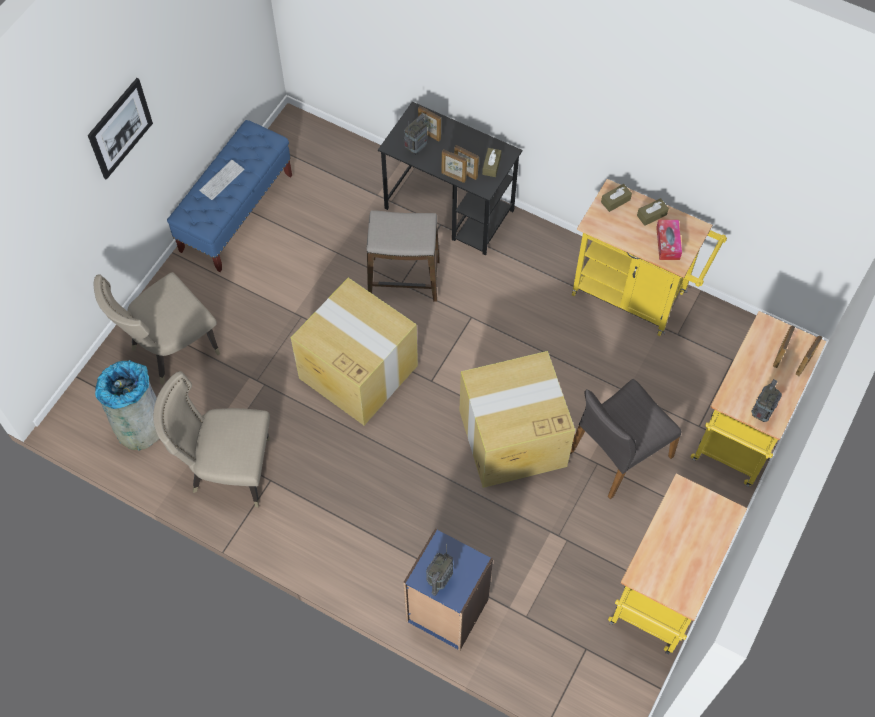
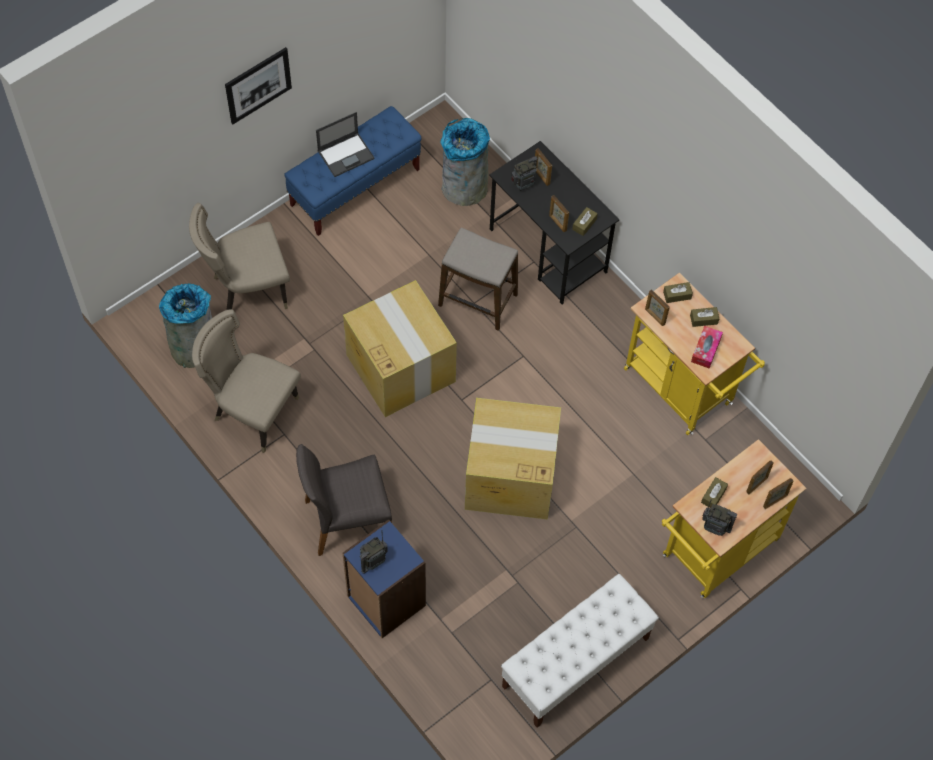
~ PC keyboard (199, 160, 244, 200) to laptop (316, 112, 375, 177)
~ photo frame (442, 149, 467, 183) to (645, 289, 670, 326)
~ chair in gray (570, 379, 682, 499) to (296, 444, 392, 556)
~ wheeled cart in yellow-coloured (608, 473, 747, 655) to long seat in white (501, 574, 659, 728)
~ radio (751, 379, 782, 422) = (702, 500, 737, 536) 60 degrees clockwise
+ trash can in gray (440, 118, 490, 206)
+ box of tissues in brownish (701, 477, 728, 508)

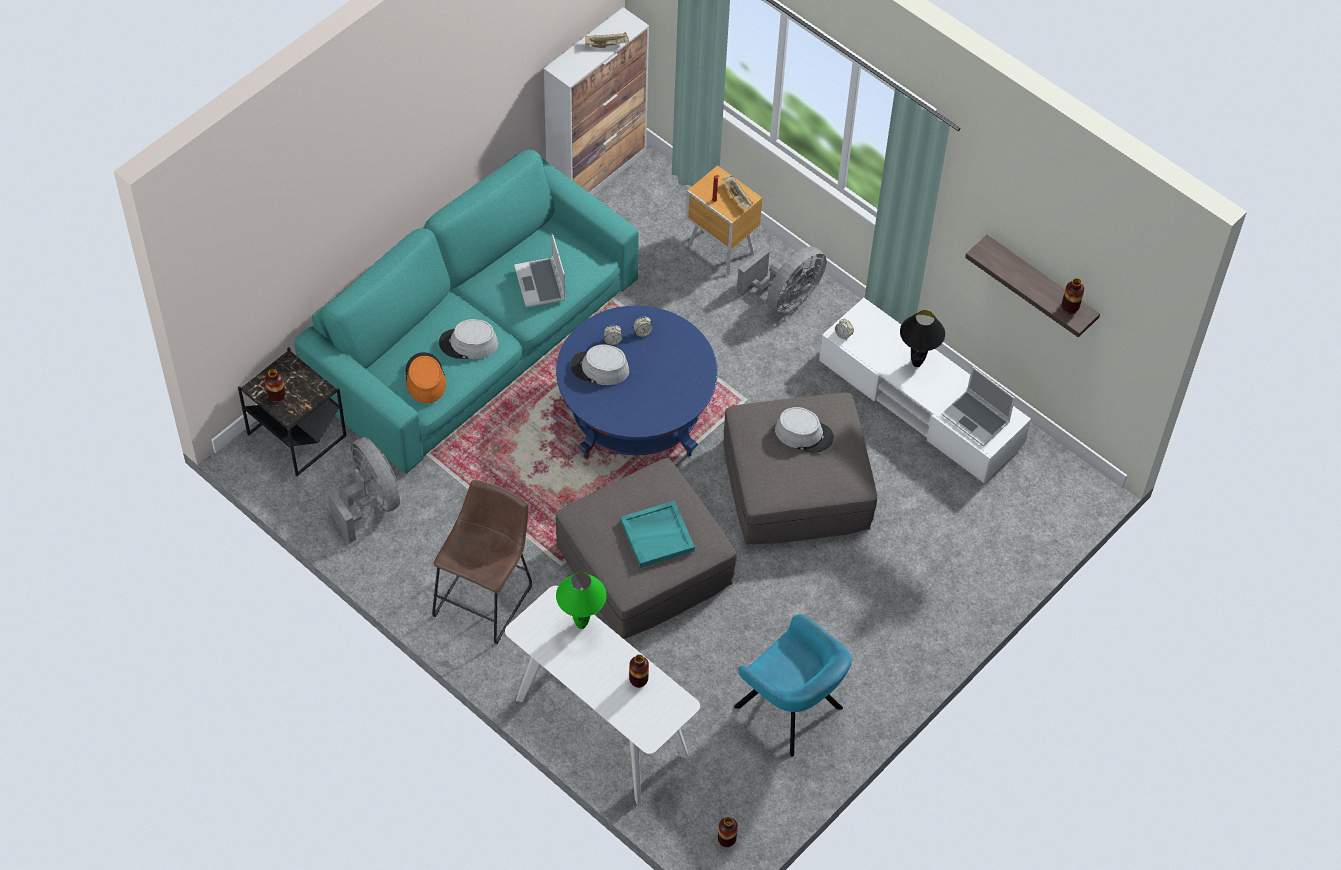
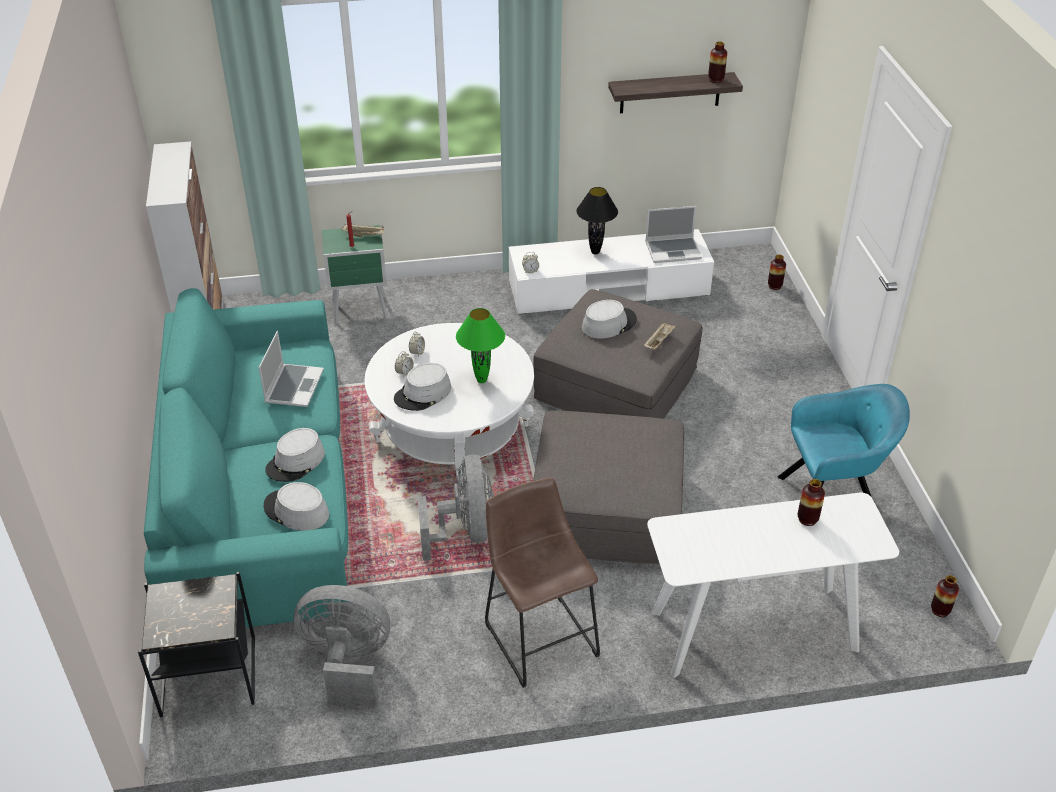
~ flower vase (265, 369, 285, 403) to (768, 254, 786, 290)
~ wearable hat in orange (405, 352, 446, 403) to wearable hat in gray (264, 482, 329, 531)
~ laptop (514, 233, 565, 307) = (258, 331, 324, 407) 105 degrees counterclockwise
~ lounge table in blue (556, 305, 718, 458) to lounge table in white (364, 323, 534, 485)
~ table lamp in greenish (556, 572, 607, 629) to (456, 308, 505, 383)
~ tray in beige-coloured (585, 32, 629, 48) to (644, 322, 676, 350)
- tray in blue-green (620, 501, 695, 568)
~ bedside table in brownish (686, 165, 762, 276) to bedside table in greenish (322, 225, 388, 324)
~ electric fan in gray (737, 247, 827, 313) to (417, 455, 494, 561)

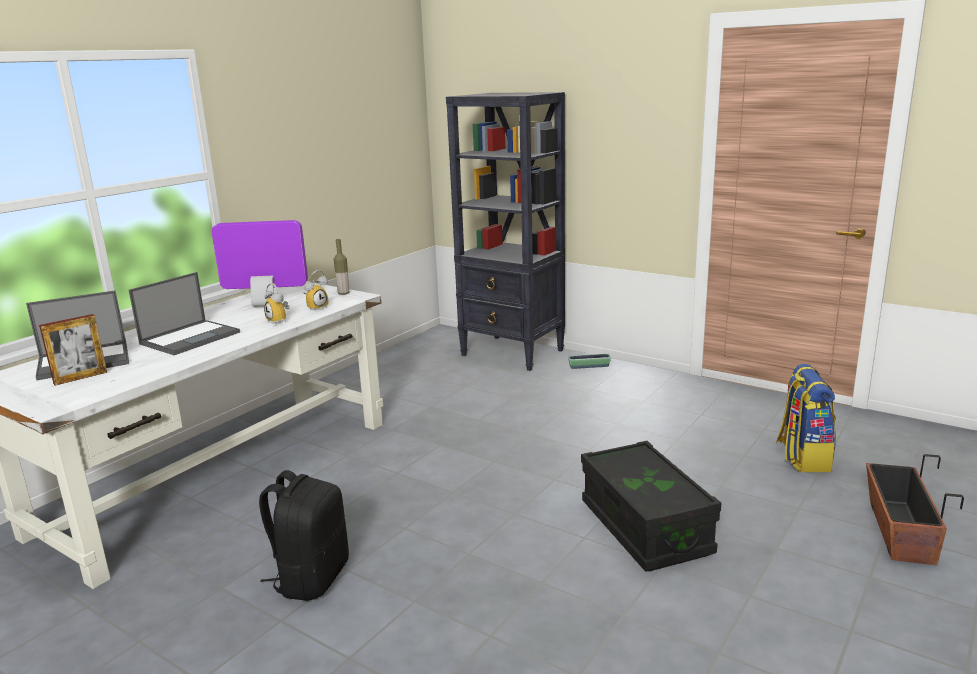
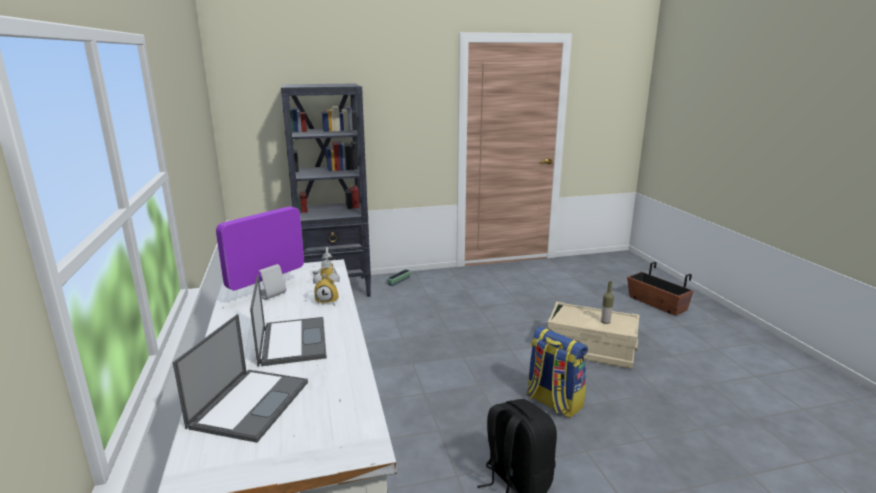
- photo frame (39, 314, 107, 386)
~ bottle (334, 239, 349, 295) to (601, 281, 614, 324)
~ storage bin in blackish (581, 441, 721, 572) to storage bin in beige-coloured (547, 302, 640, 369)
~ knapsack (776, 364, 836, 472) to (527, 326, 588, 418)

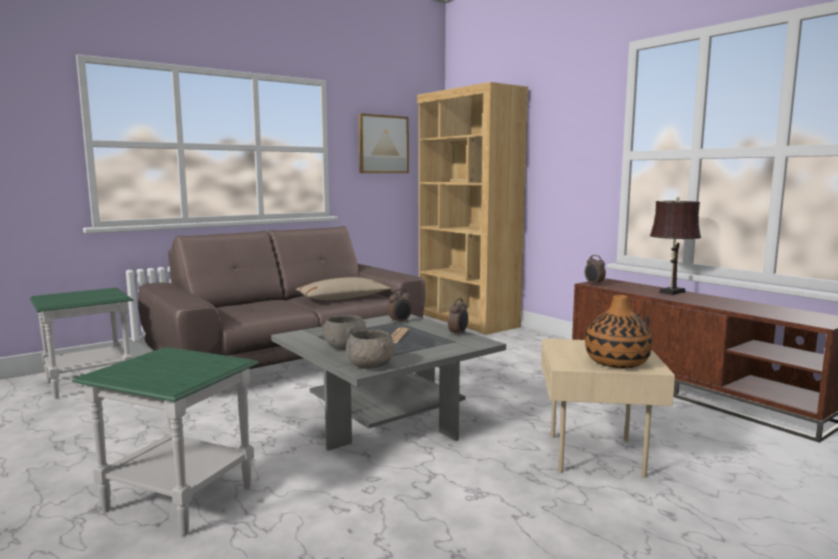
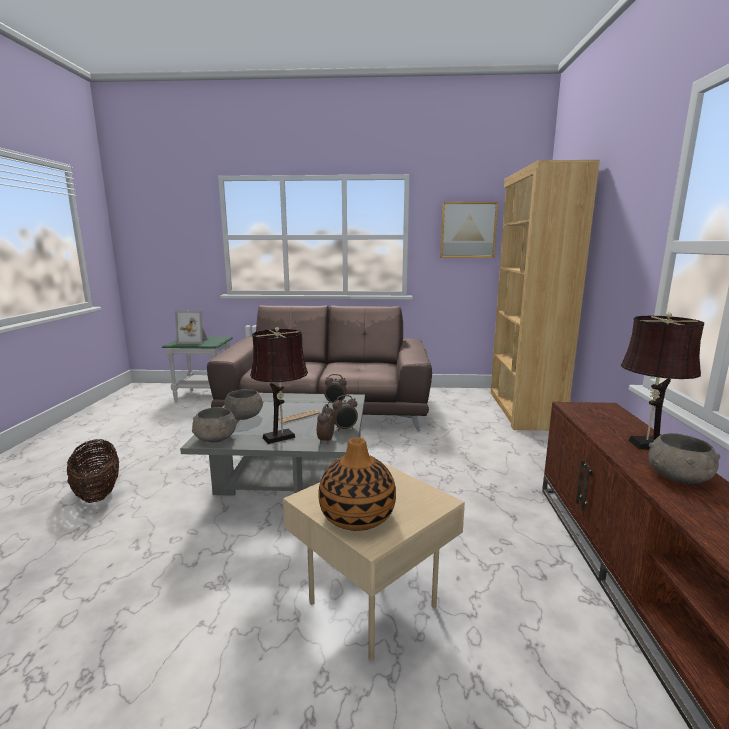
~ end table in greenish (72, 347, 259, 536) to storage basket (67, 439, 119, 503)
- throw pillow in beige-coloured (296, 277, 391, 300)
~ alarm clock (585, 255, 606, 285) to (317, 404, 334, 444)
+ photo frame (175, 311, 208, 344)
+ table lamp in brownish (250, 327, 308, 444)
+ serving bowl in gray (648, 433, 720, 484)

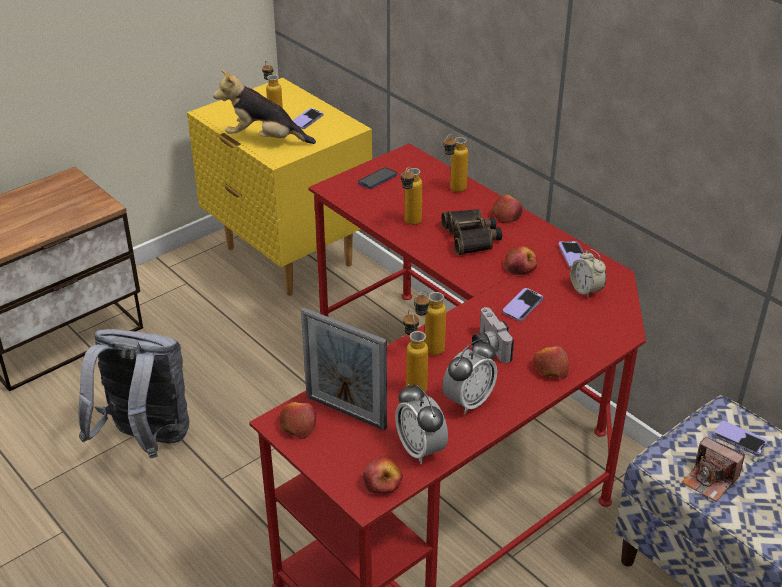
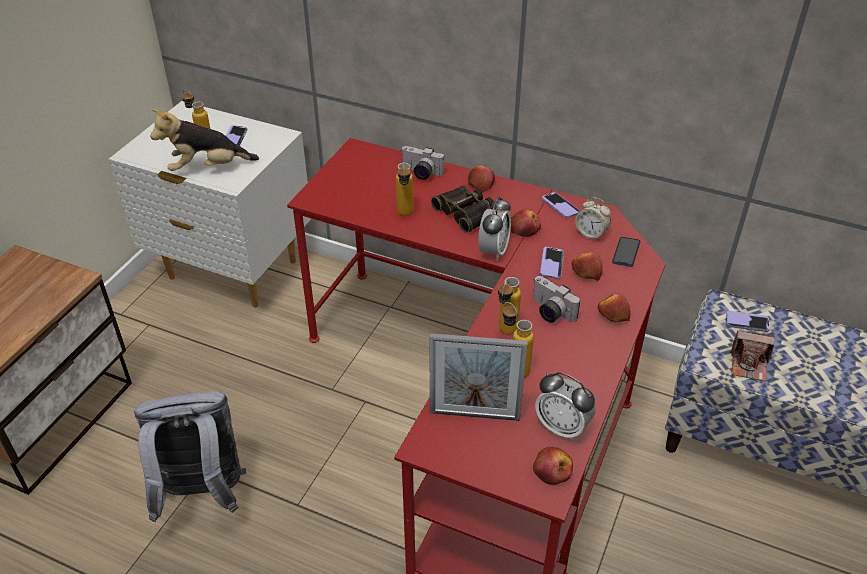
~ bedside table in yellow-coloured (187, 78, 372, 296) to bedside table in white (108, 101, 312, 307)
~ apple fruit (280, 402, 316, 439) to (571, 252, 603, 281)
~ telephone (358, 167, 398, 189) to (612, 237, 640, 267)
~ alarm clock (442, 339, 497, 414) to (478, 197, 511, 261)
~ bottle (443, 134, 469, 192) to photo camera (401, 146, 444, 180)

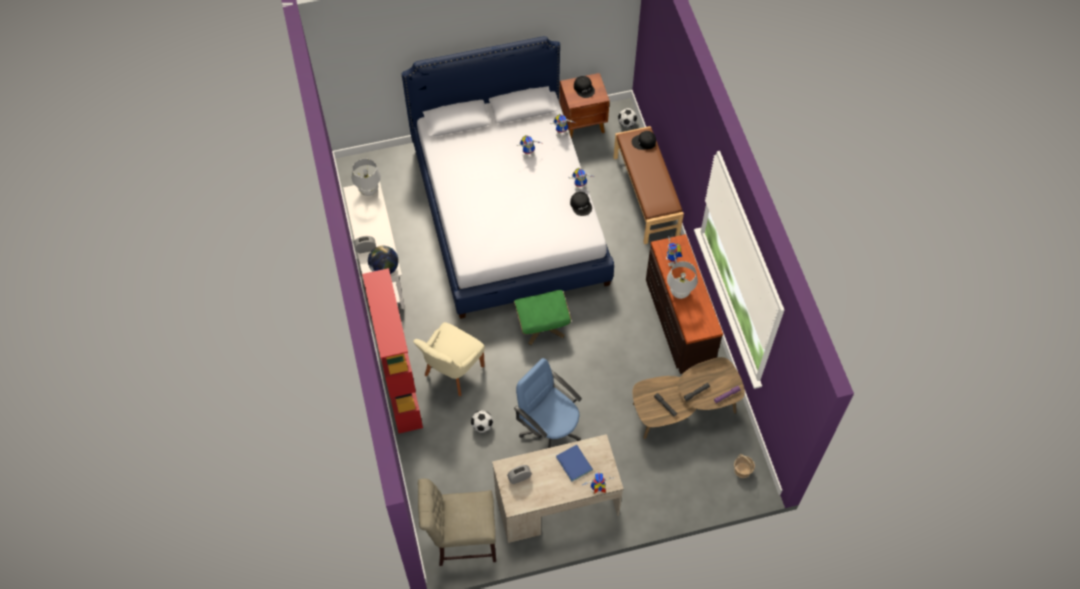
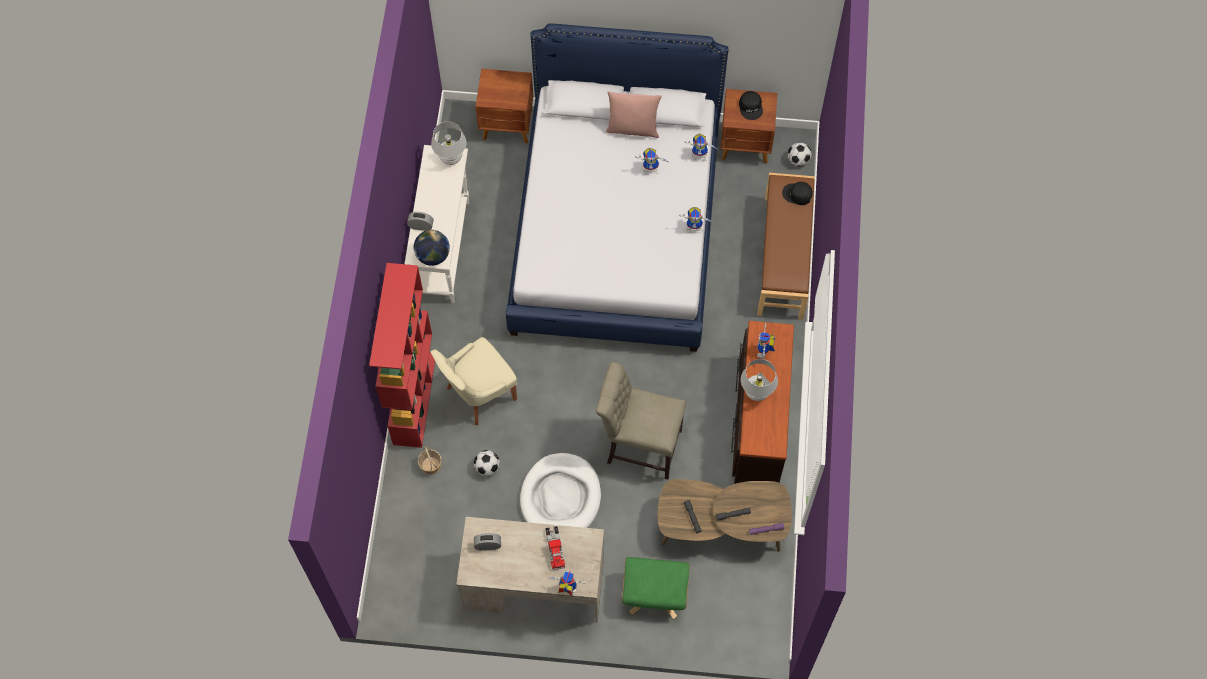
~ chair in beige-coloured (418, 478, 496, 566) to (596, 362, 686, 480)
~ ottoman in greenish (514, 290, 571, 345) to (622, 557, 690, 619)
~ computer chair in blue (514, 358, 582, 448) to pet bed in white (520, 453, 601, 528)
~ volume in blue (556, 445, 593, 481) to toy lorry (545, 526, 565, 570)
- cap in blackish (570, 192, 592, 216)
~ storage basket (734, 454, 755, 478) to (418, 446, 442, 475)
+ bedside table in brownish (476, 69, 533, 144)
+ throw pillow in pink (606, 91, 662, 138)

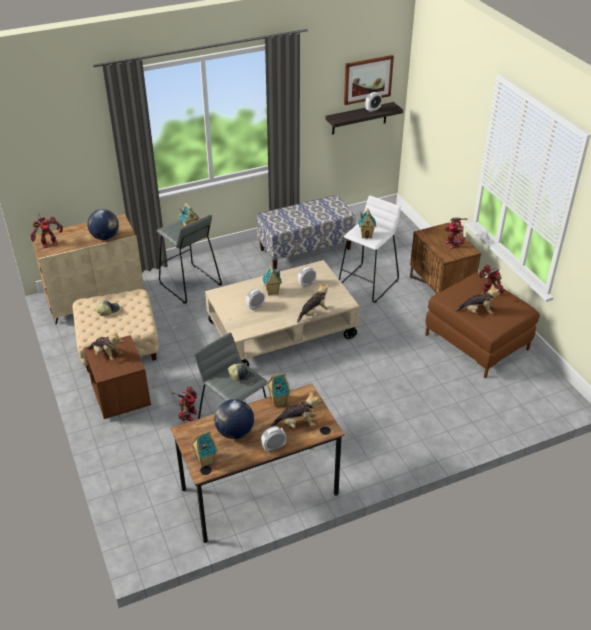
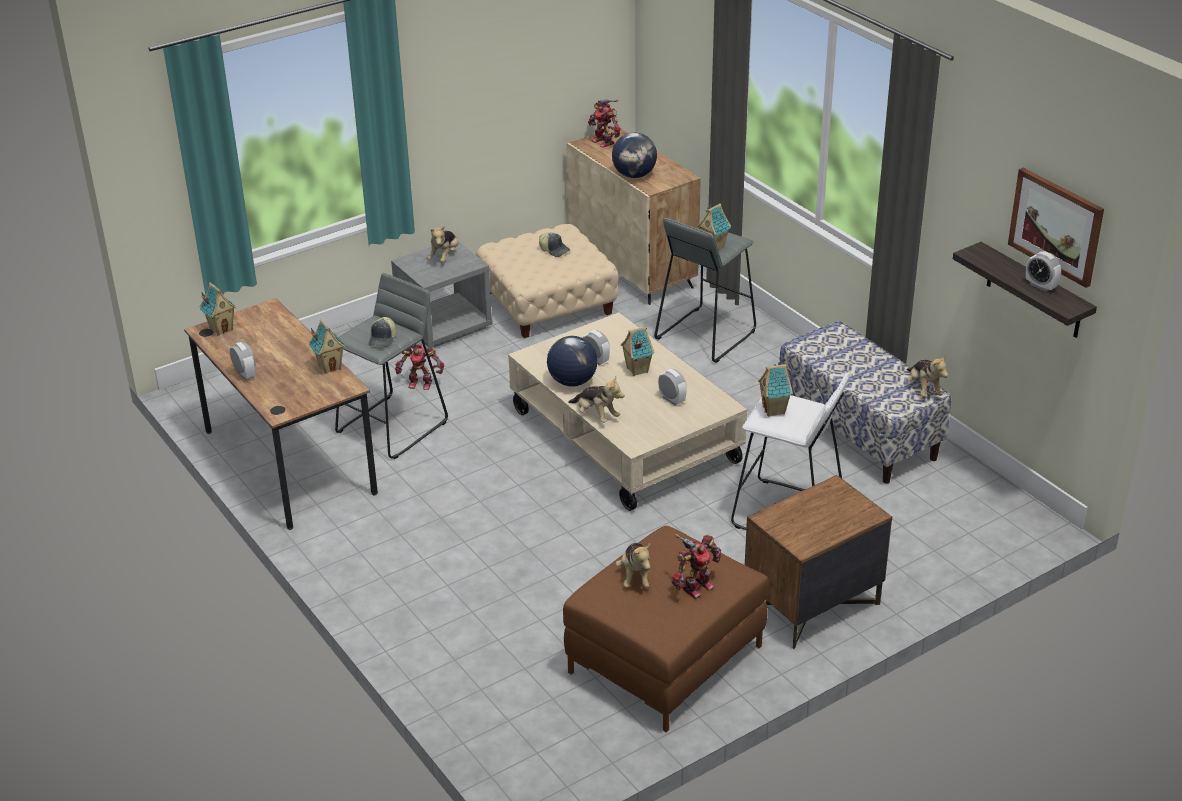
~ bedside table in brownish (84, 335, 151, 419) to bedside table in gray (391, 241, 493, 348)
~ desk globe (214, 399, 254, 439) to (547, 336, 598, 387)
~ soft toy (271, 391, 321, 428) to (906, 355, 948, 396)
- model robot (445, 218, 467, 249)

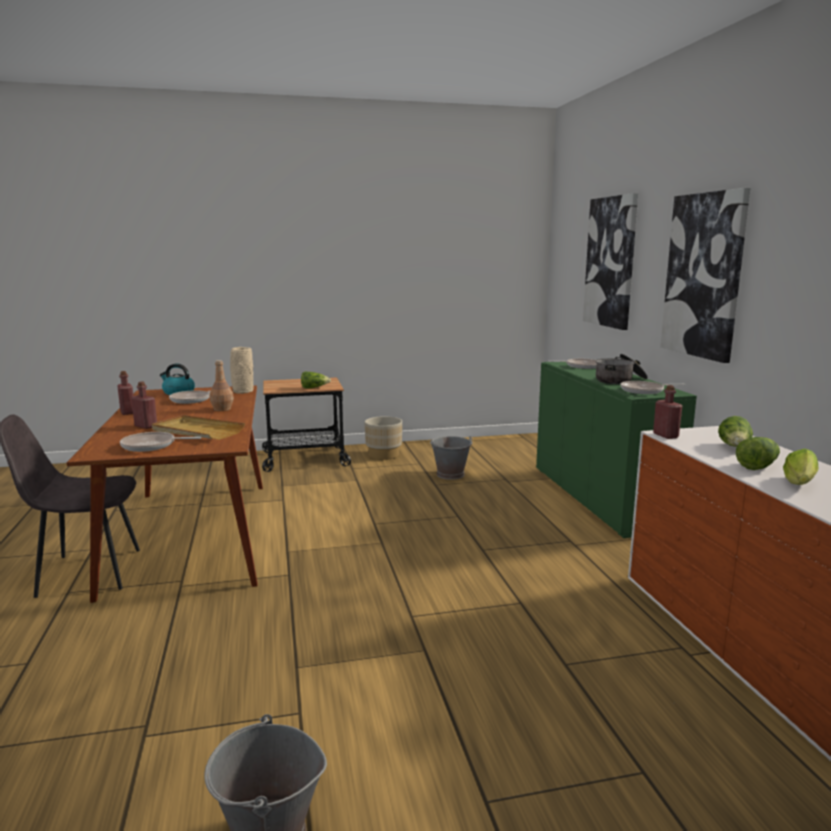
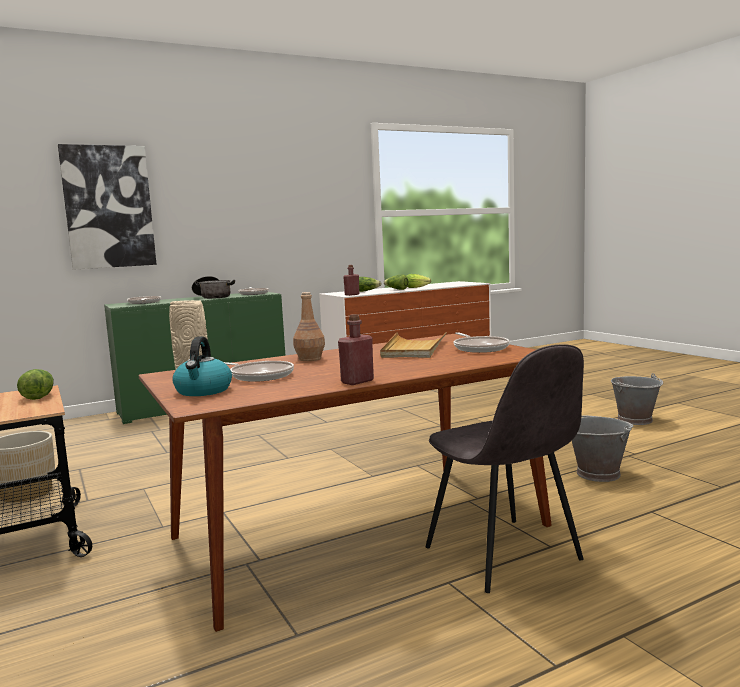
- bottle in red (131, 381, 157, 429)
~ bucket in gray (430, 436, 473, 480) to (572, 416, 633, 482)
- wall art (660, 188, 751, 363)

